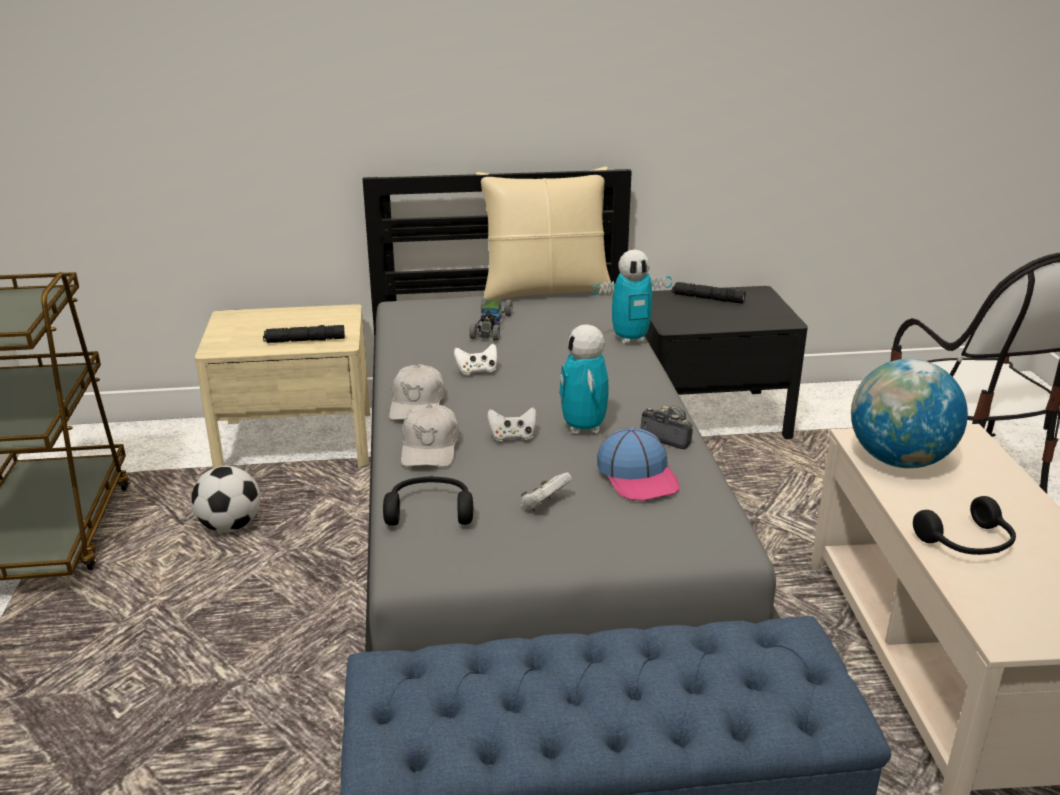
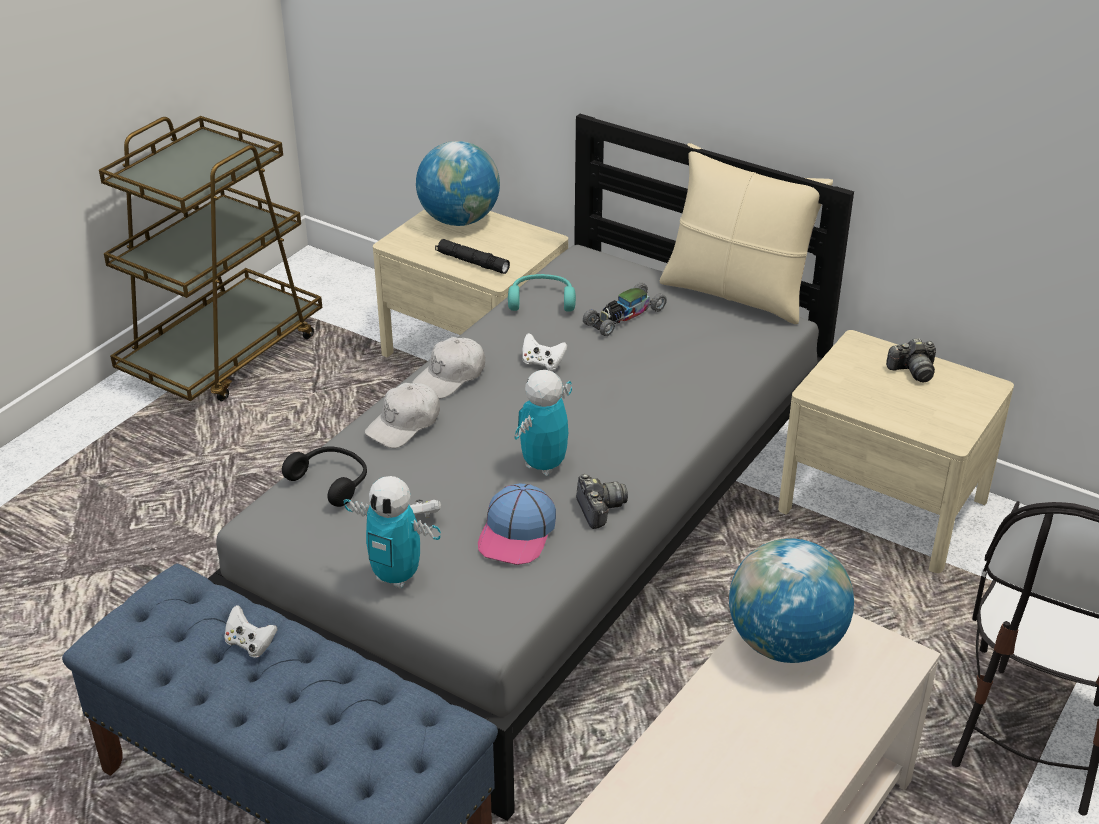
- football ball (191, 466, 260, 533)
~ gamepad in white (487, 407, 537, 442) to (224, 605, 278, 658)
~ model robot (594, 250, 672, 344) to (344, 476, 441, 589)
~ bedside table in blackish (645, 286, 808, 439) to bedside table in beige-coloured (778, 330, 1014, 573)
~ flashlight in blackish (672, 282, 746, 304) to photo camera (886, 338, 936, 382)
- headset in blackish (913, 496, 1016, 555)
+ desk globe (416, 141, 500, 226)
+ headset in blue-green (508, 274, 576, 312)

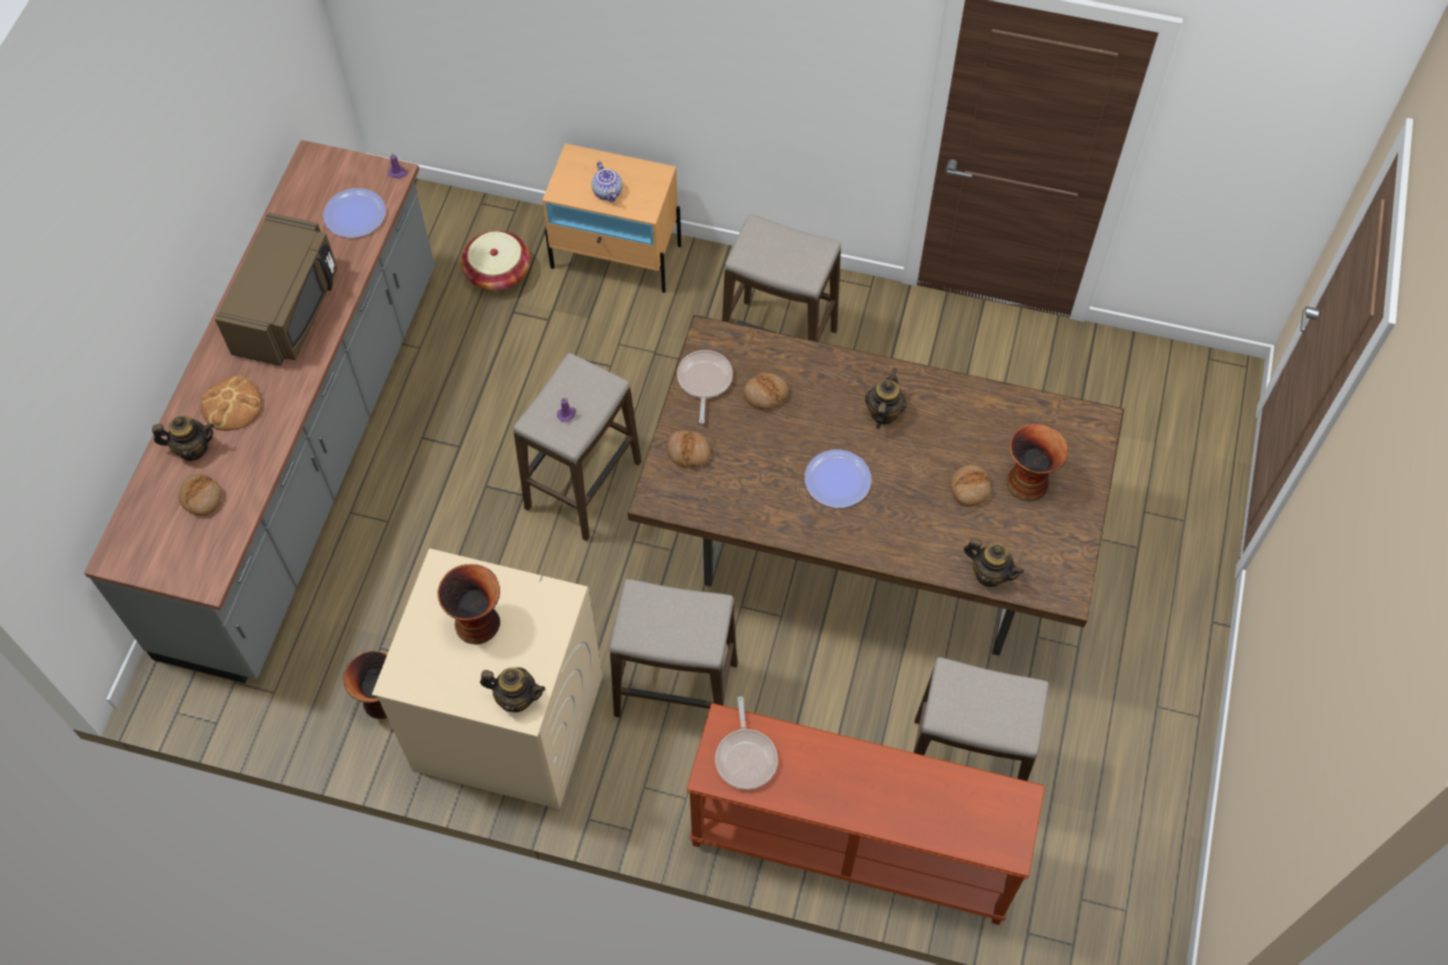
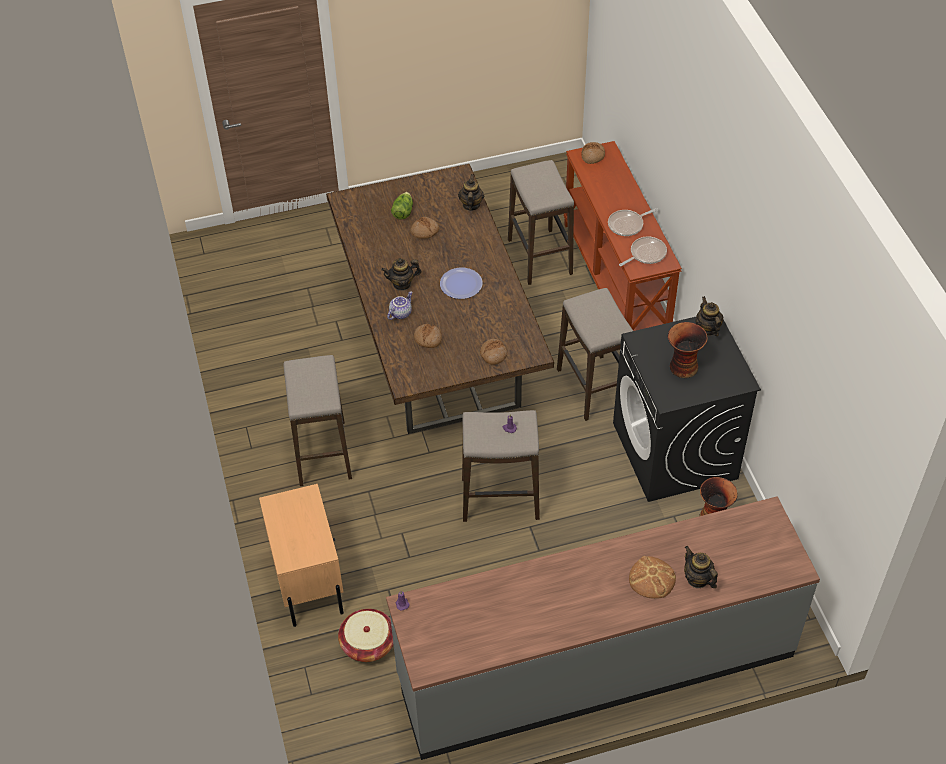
~ bakery bread (179, 474, 222, 516) to (581, 142, 605, 164)
- microwave in brownish (215, 212, 338, 366)
- dinner plate (323, 188, 386, 238)
~ washing machine in beige-coloured (372, 548, 603, 809) to washing machine in blackish (613, 317, 761, 502)
~ tea pot (592, 161, 622, 202) to (387, 291, 413, 320)
~ skillet (677, 350, 733, 424) to (608, 208, 658, 236)
~ flower vase (1006, 424, 1068, 501) to lettuce head (391, 192, 413, 220)

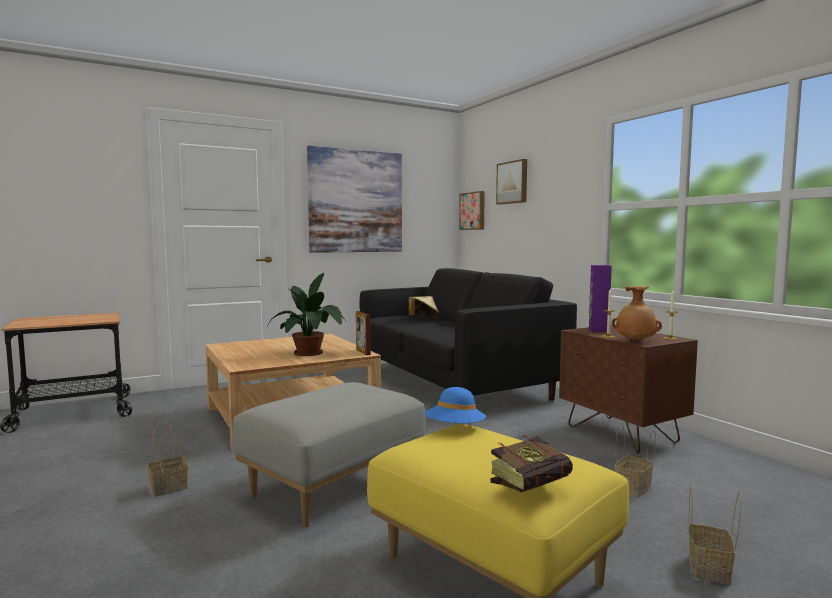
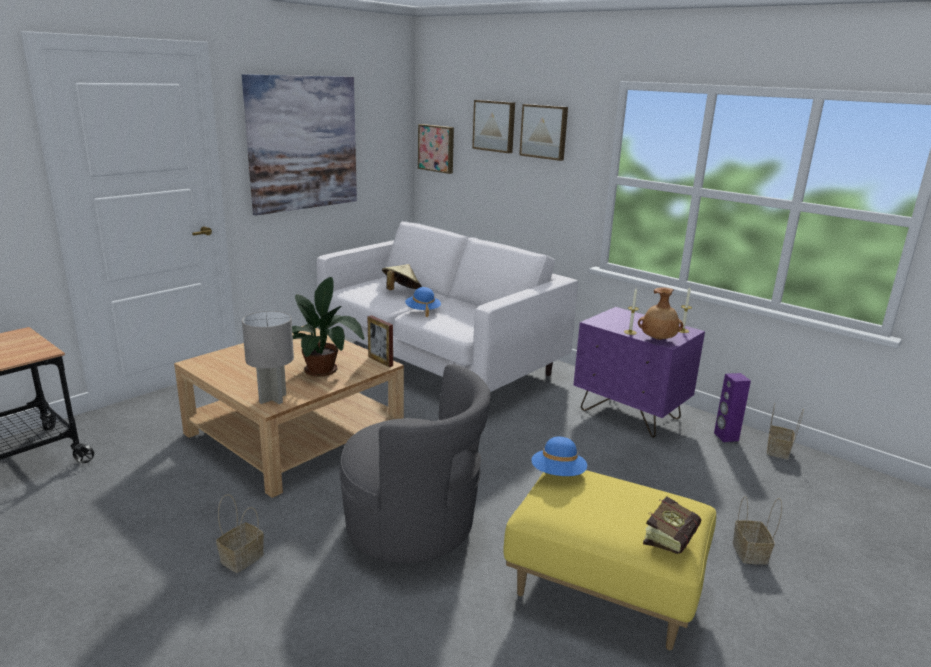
~ ottoman in gray (232, 382, 426, 528) to lounge chair in gray (339, 364, 491, 563)
~ couch in blackish (360, 268, 577, 400) to couch in white (316, 221, 578, 392)
~ bedside table in brownish (559, 325, 698, 453) to bedside table in purple-coloured (573, 307, 705, 438)
~ speaker in purple-coloured (589, 265, 612, 332) to (714, 373, 751, 442)
~ storage basket (614, 423, 656, 497) to (767, 403, 804, 459)
+ table lamp in gray (242, 311, 294, 404)
+ wearable hat in blue (405, 287, 441, 317)
+ wall art (519, 104, 568, 161)

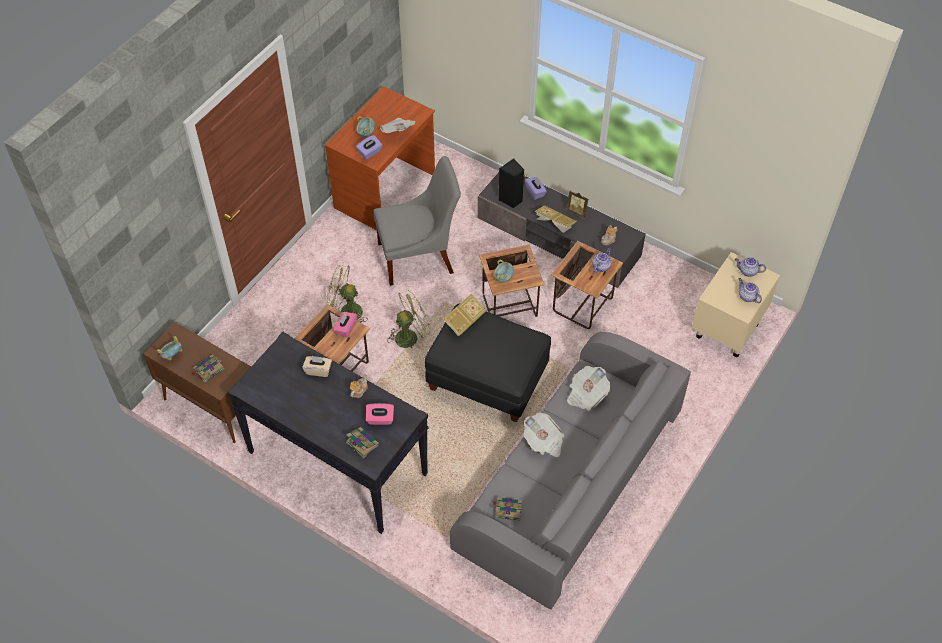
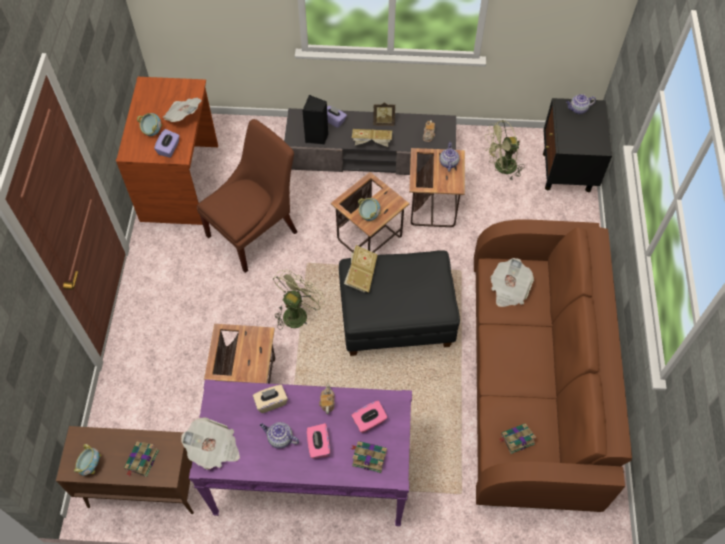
~ console table in blackish (227, 332, 428, 534) to console table in purple-coloured (189, 379, 412, 526)
~ electric fan in greenish (326, 265, 368, 323) to (485, 120, 525, 180)
~ box of tissues in pink (334, 312, 357, 338) to (307, 423, 330, 459)
~ chair in gray (373, 156, 461, 286) to chair in brownish (197, 119, 298, 273)
~ couch in gray (450, 332, 691, 610) to couch in brownish (474, 219, 632, 512)
~ printed paper (524, 413, 564, 457) to (181, 417, 240, 470)
~ bedside table in beige-coloured (692, 252, 780, 357) to bedside table in blackish (543, 98, 612, 192)
~ tea pot (738, 278, 762, 303) to (260, 422, 299, 449)

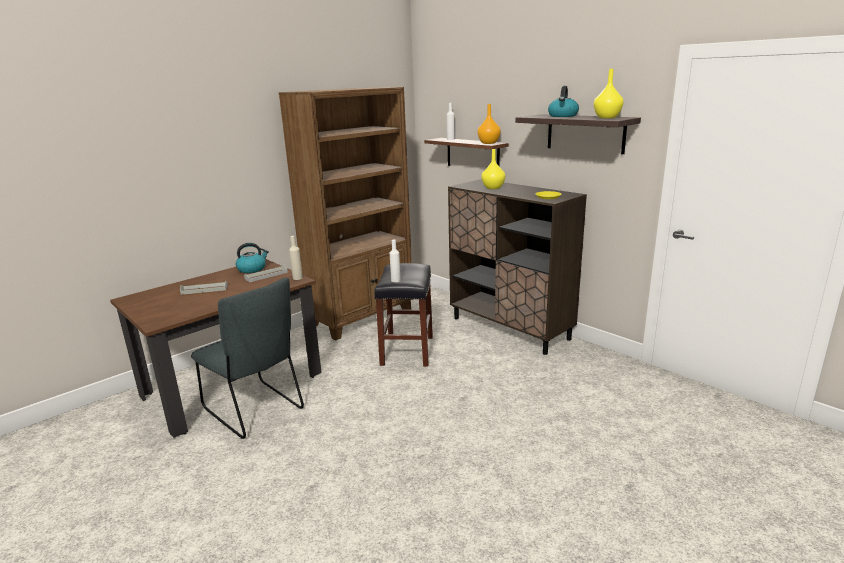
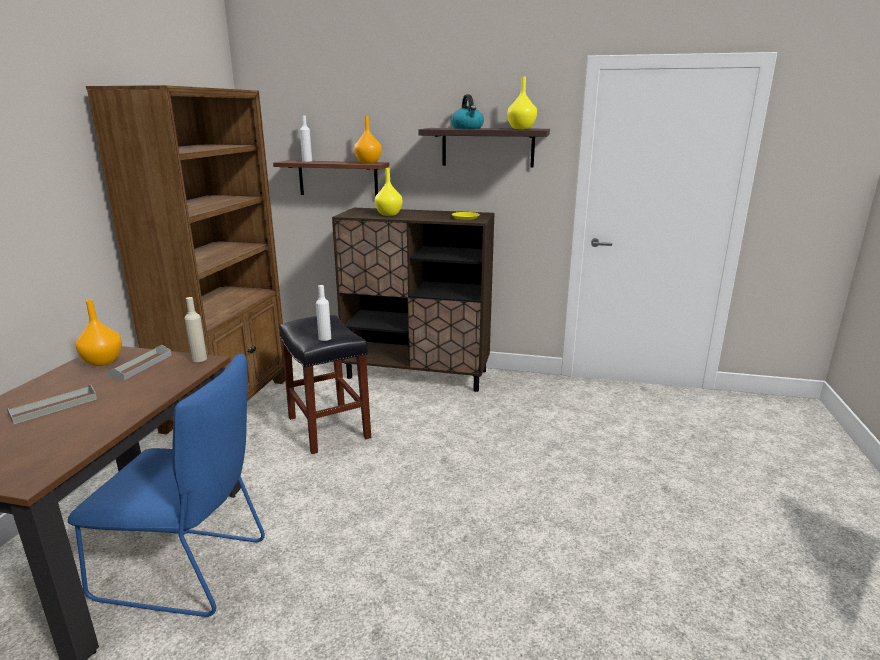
~ chair in gray (191, 278, 304, 439) to chair in blue (68, 354, 265, 617)
~ tea kettle (236, 243, 269, 273) to flower vase in orange (75, 300, 122, 366)

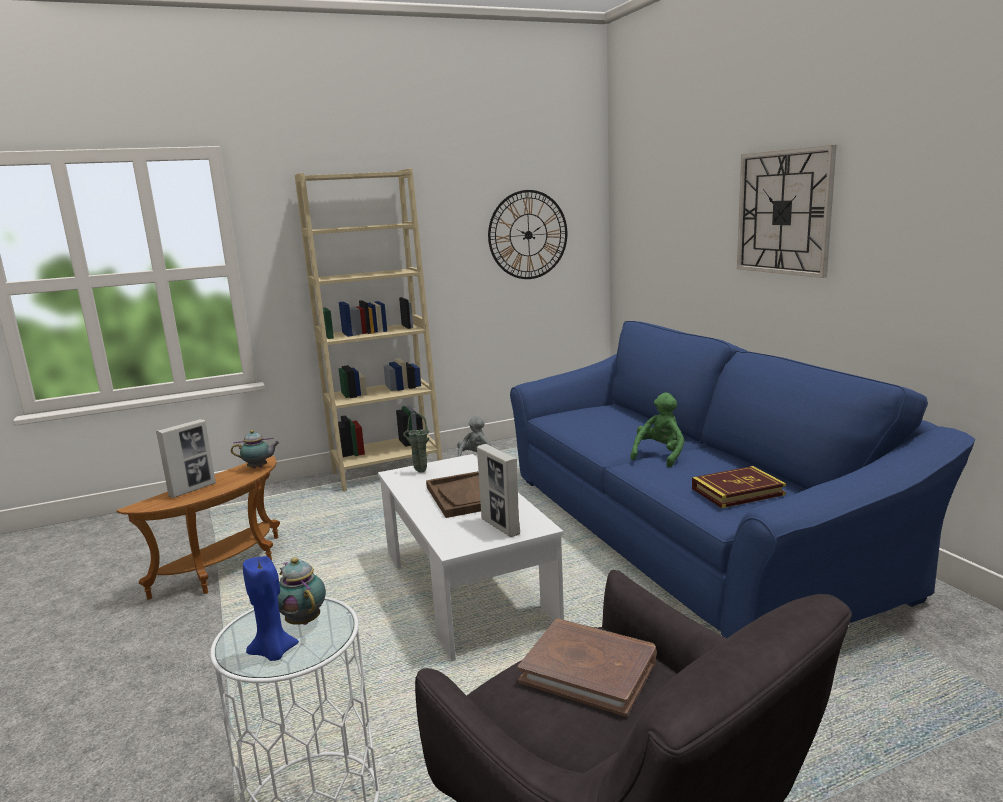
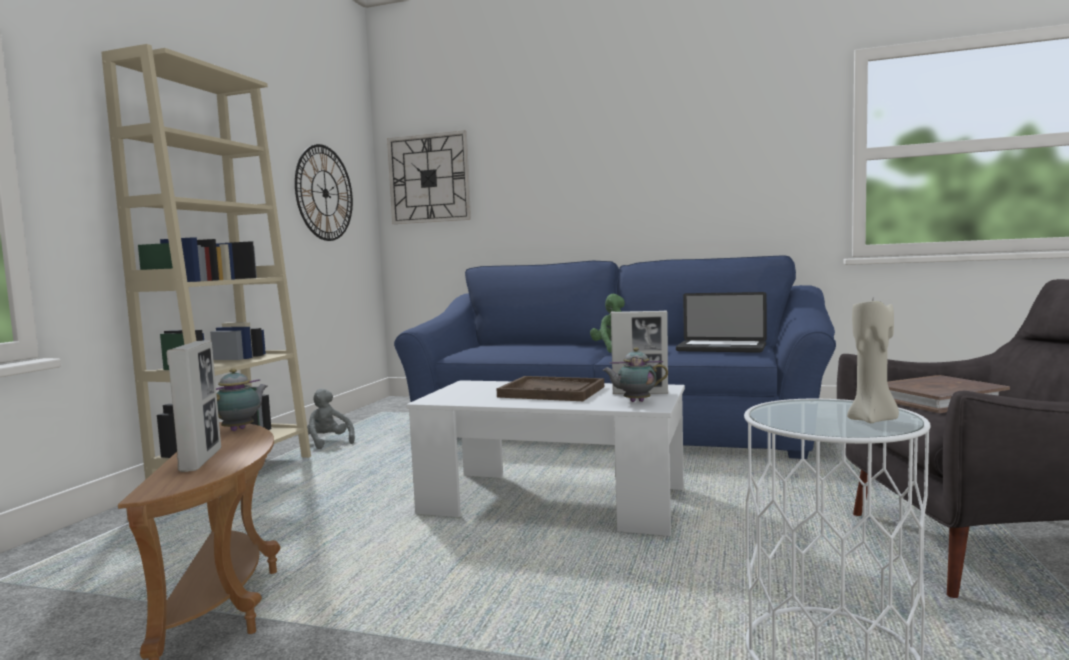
~ candle in blue (243, 556, 299, 661) to candle in beige-coloured (847, 301, 899, 423)
~ tea pot (278, 557, 326, 625) to (602, 347, 668, 402)
- flower vase in greenish (403, 413, 430, 472)
~ volume (692, 466, 786, 508) to laptop (676, 292, 767, 353)
~ clock on the wall (737, 145, 836, 278) to (387, 130, 471, 224)

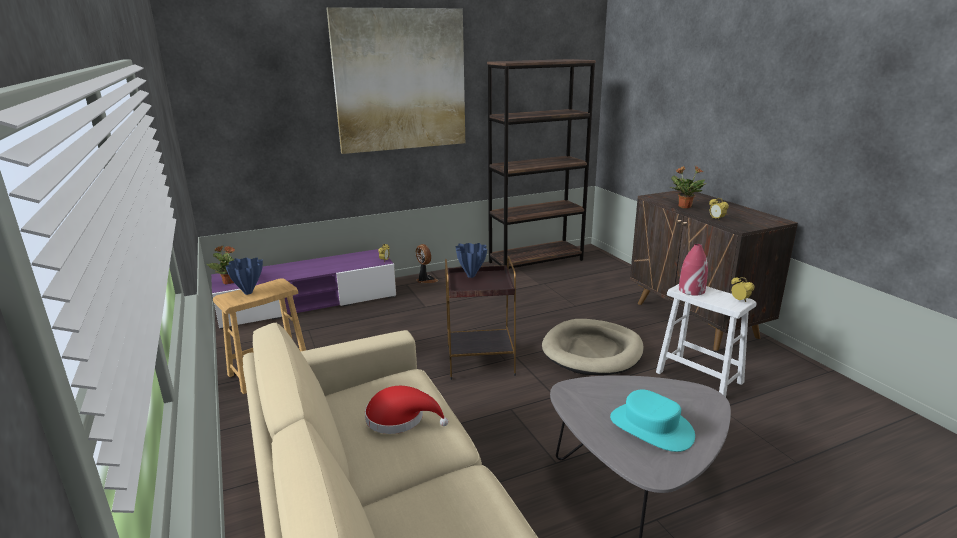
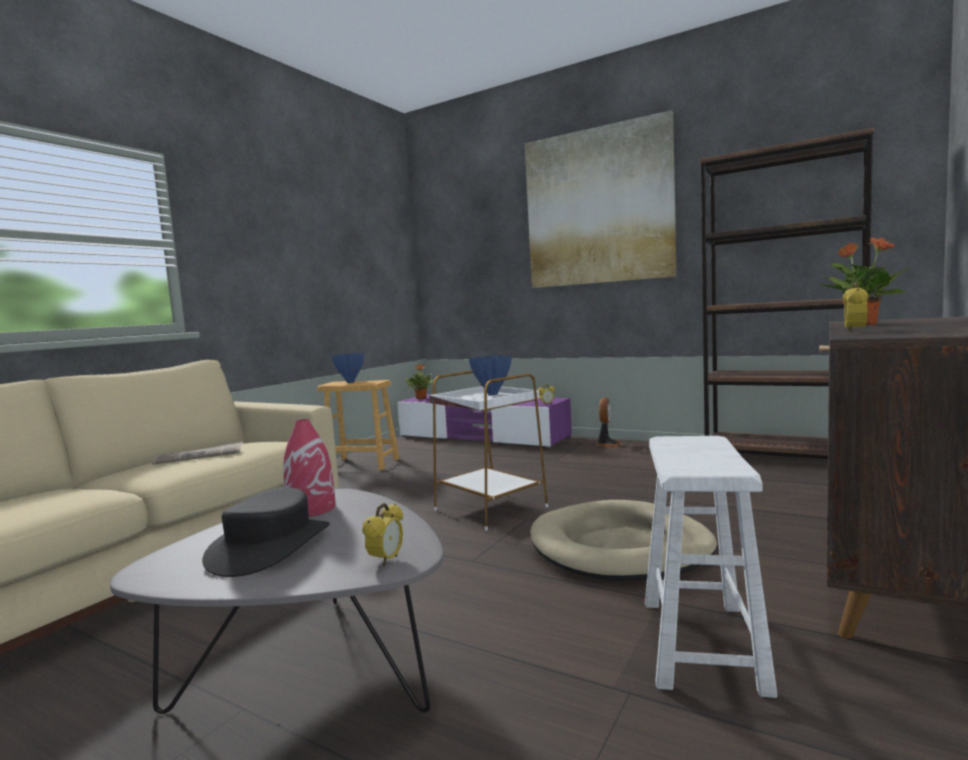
~ wearable hat in red (365, 386, 448, 434) to printed paper (152, 441, 243, 465)
~ end table in brownish (445, 256, 516, 380) to end table in white (429, 371, 548, 531)
~ wearable hat in blue-green (610, 389, 695, 452) to wearable hat in blackish (202, 487, 329, 577)
~ flower vase in red (679, 244, 708, 296) to (283, 419, 336, 517)
~ alarm clock (731, 277, 755, 302) to (362, 503, 403, 566)

